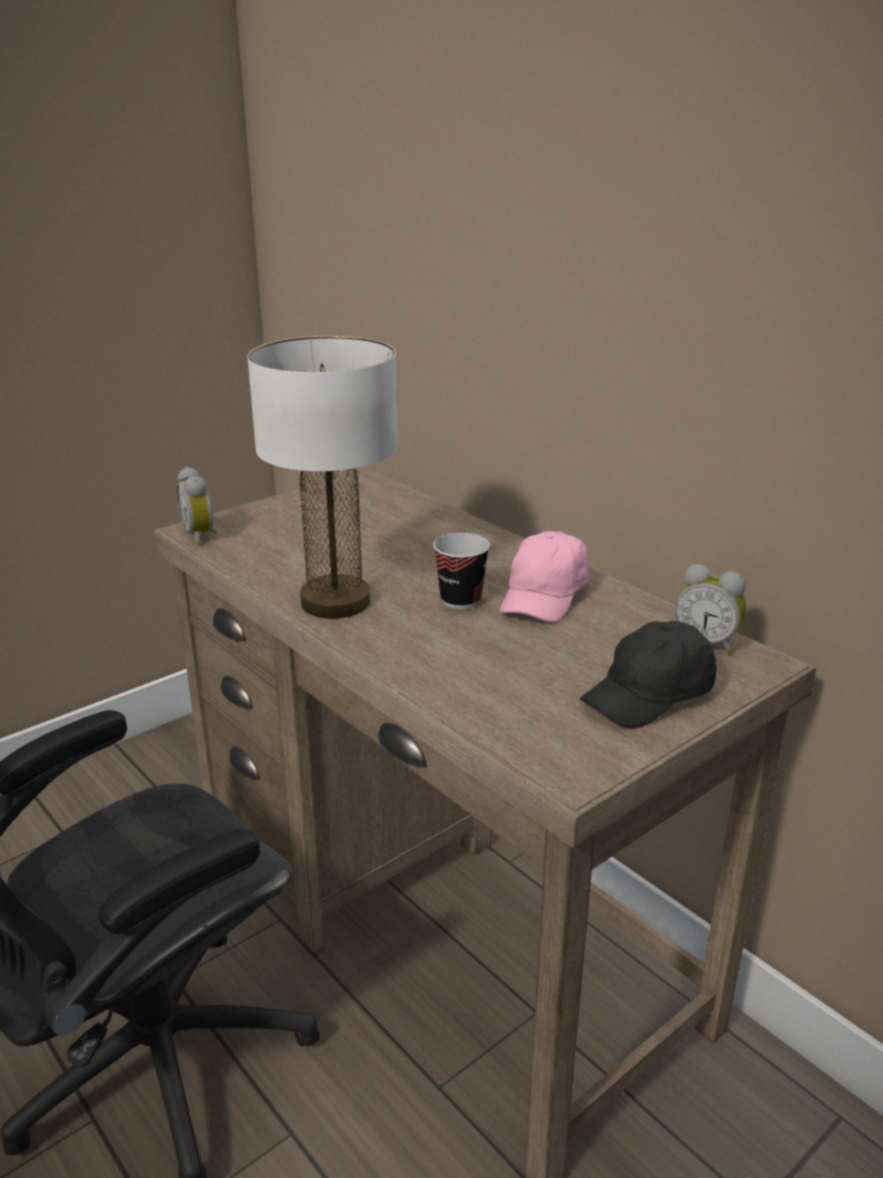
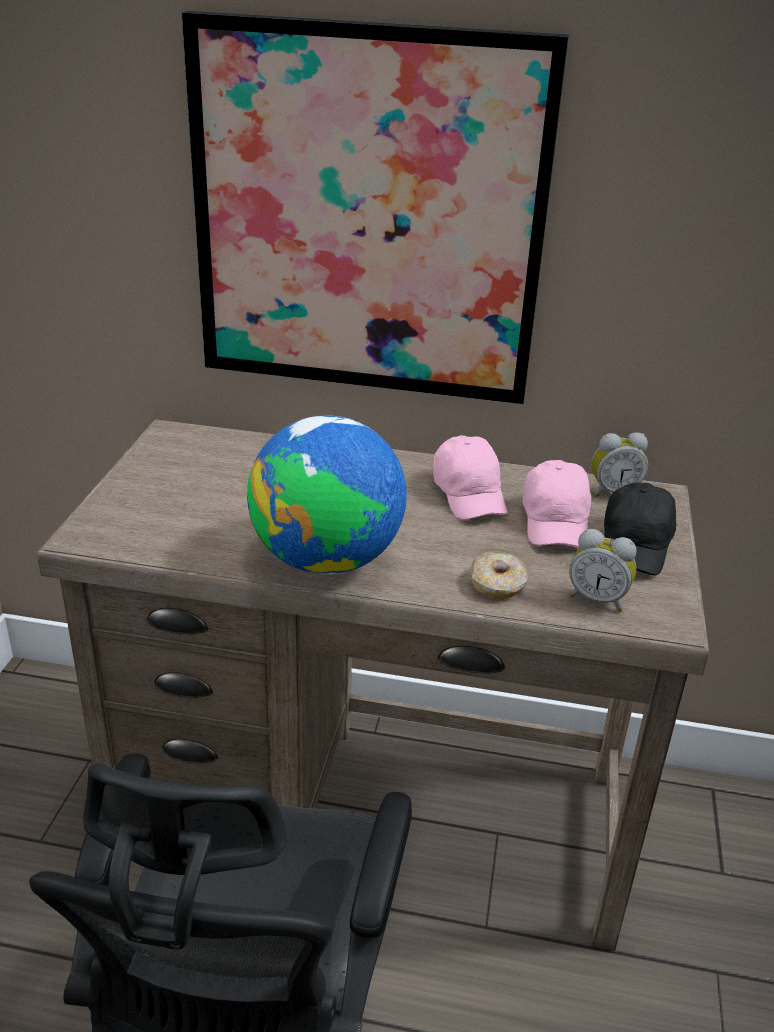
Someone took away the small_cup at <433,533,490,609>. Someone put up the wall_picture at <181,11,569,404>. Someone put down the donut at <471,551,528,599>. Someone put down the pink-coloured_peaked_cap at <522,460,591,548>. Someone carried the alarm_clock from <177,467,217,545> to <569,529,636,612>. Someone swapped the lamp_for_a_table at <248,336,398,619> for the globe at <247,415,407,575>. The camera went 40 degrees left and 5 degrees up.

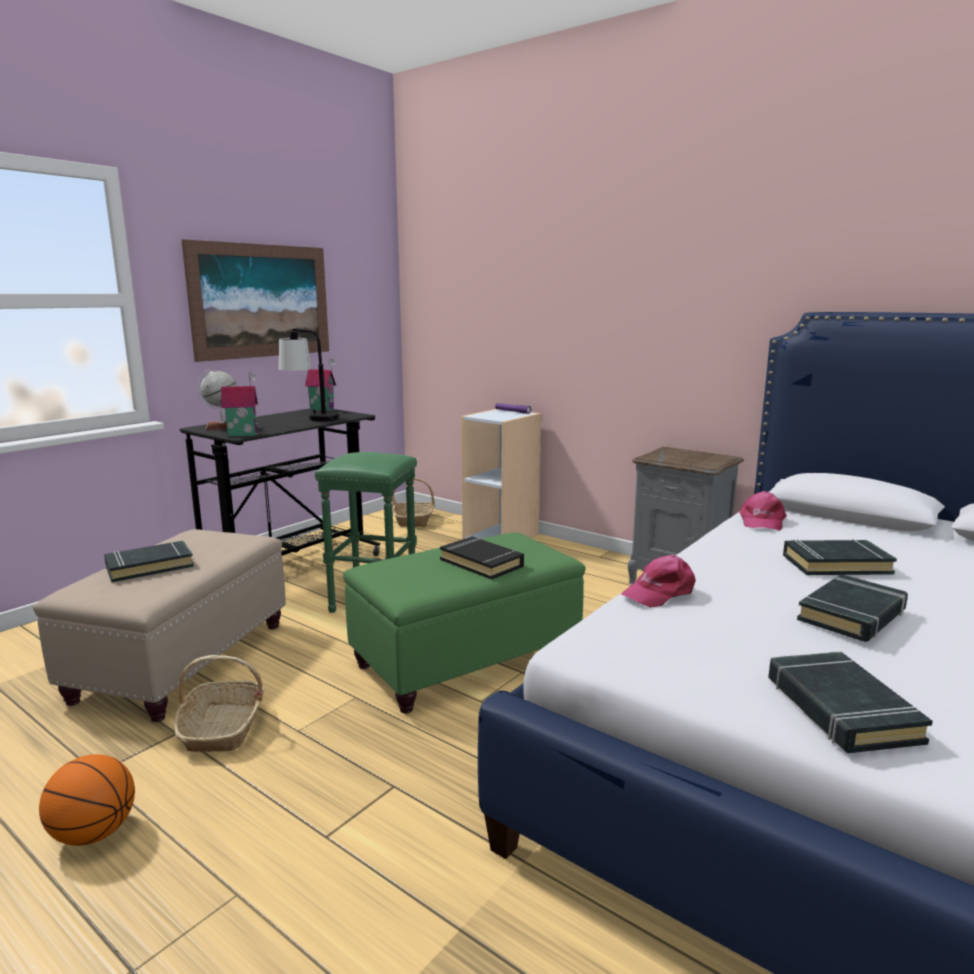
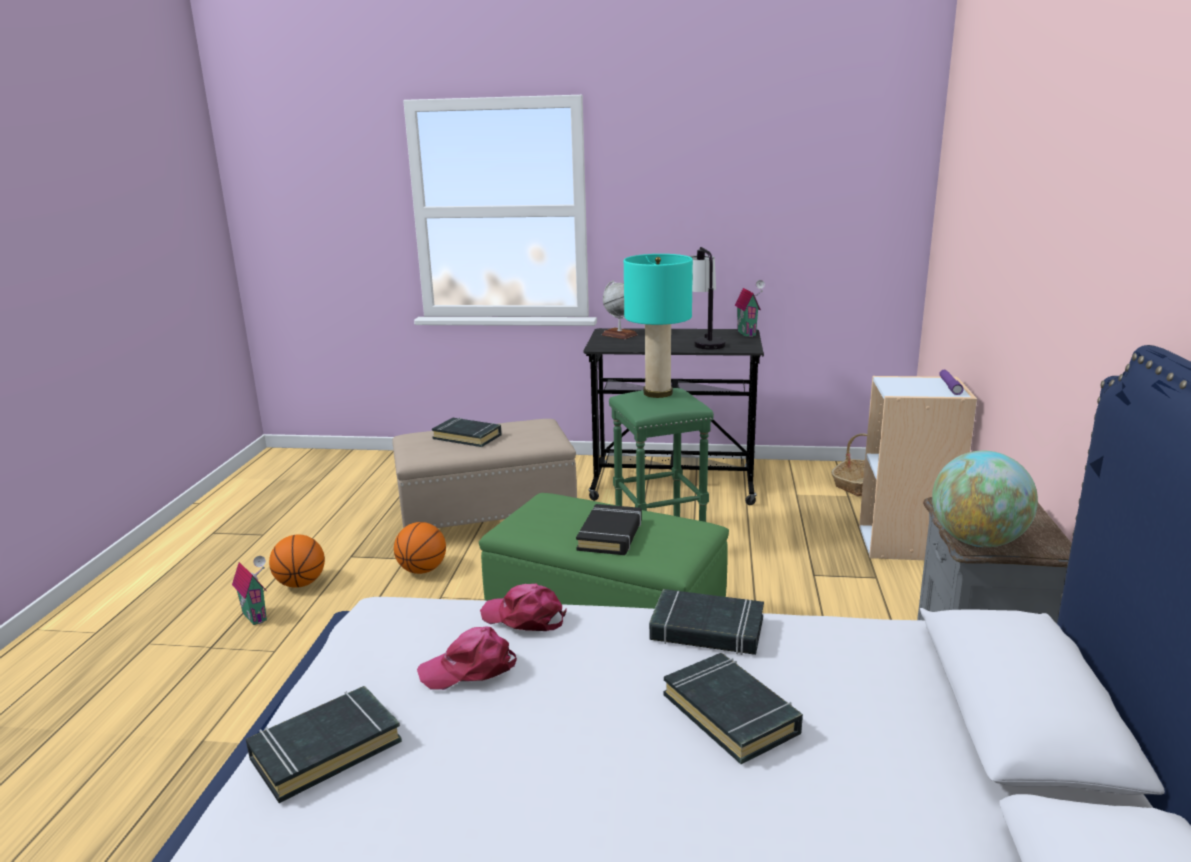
Someone took away the wall_picture at <181,239,329,362>. Someone put down the turquoise_lamp_for_a_table at <624,254,693,398>. Someone put down the globe at <932,451,1038,547>. Someone carried the toy_house from <221,372,258,437> to <232,556,267,625>. Someone carried the pink-coloured_peaked_cap from <739,491,787,531> to <417,626,517,690>. Someone carried the blackish_volume from <797,574,908,642> to <649,589,764,655>. Someone swapped the household_basket at <174,655,264,752> for the ball_for_basketball at <394,522,446,574>. The camera went 60 degrees right and 5 degrees up.

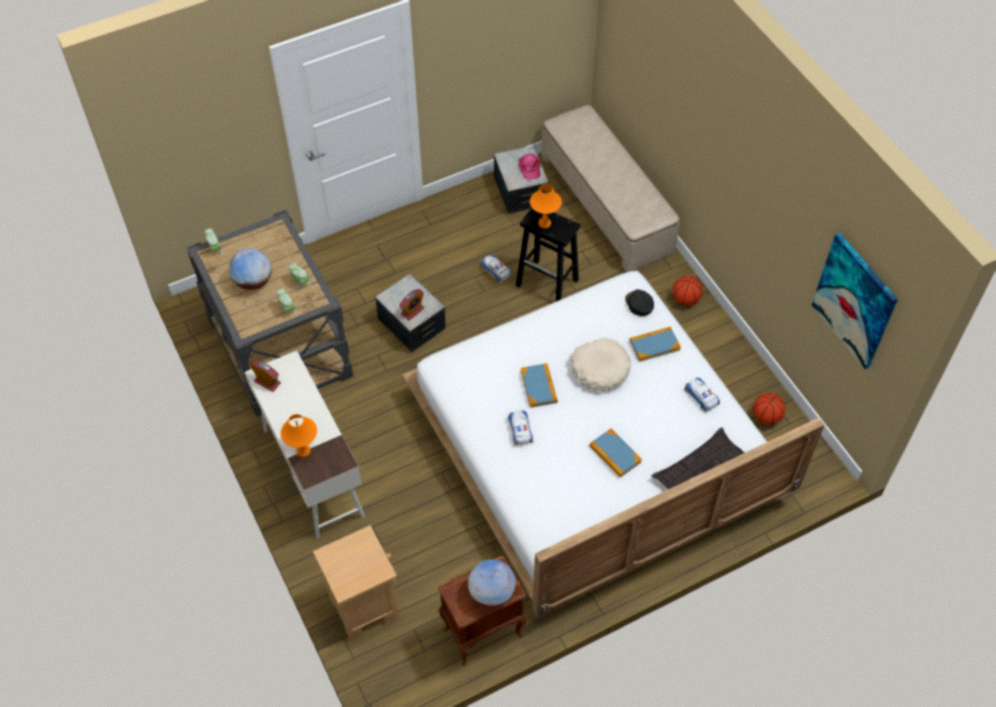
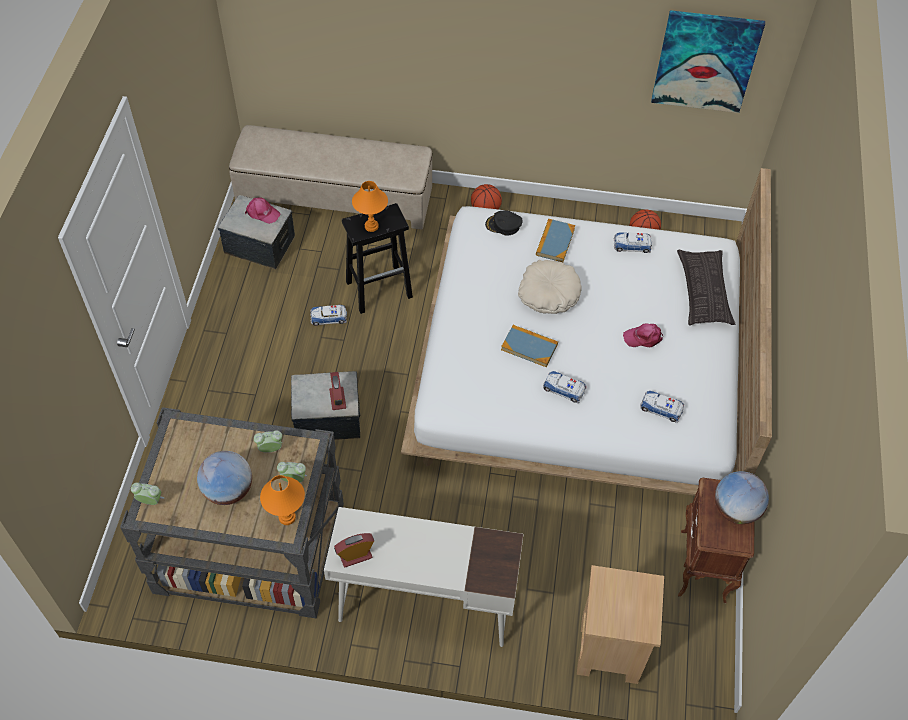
Someone put down the miniature_car at <640,391,684,423>. Someone carried the orangey_lamp_for_a_table from <281,414,317,458> to <260,475,305,525>. Someone swapped the volume at <589,429,642,478> for the pink-coloured_peaked_cap at <623,323,663,347>. The camera went 55 degrees left and 0 degrees up.

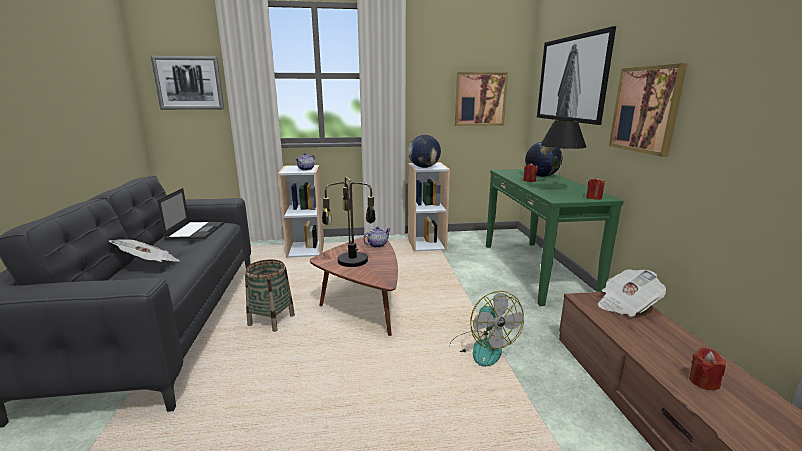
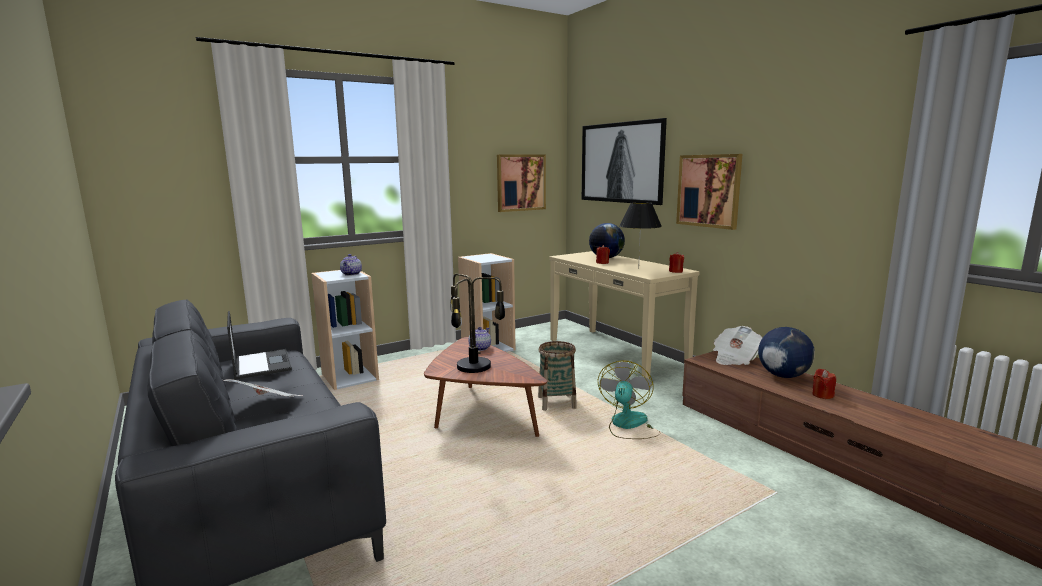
Someone took away the wall_picture at <151,56,224,110>. Someone carried the household_basket from <245,259,295,332> to <538,341,577,411>. Someone carried the globe from <408,135,441,168> to <758,327,815,378>. Someone repainted the green-coloured_console_table at <486,169,624,306>, which became the sand-coloured_console_table at <550,251,699,380>. Someone rotated the electric_fan at <449,291,524,367> by 120 degrees counterclockwise. The camera went 25 degrees left and 5 degrees down.

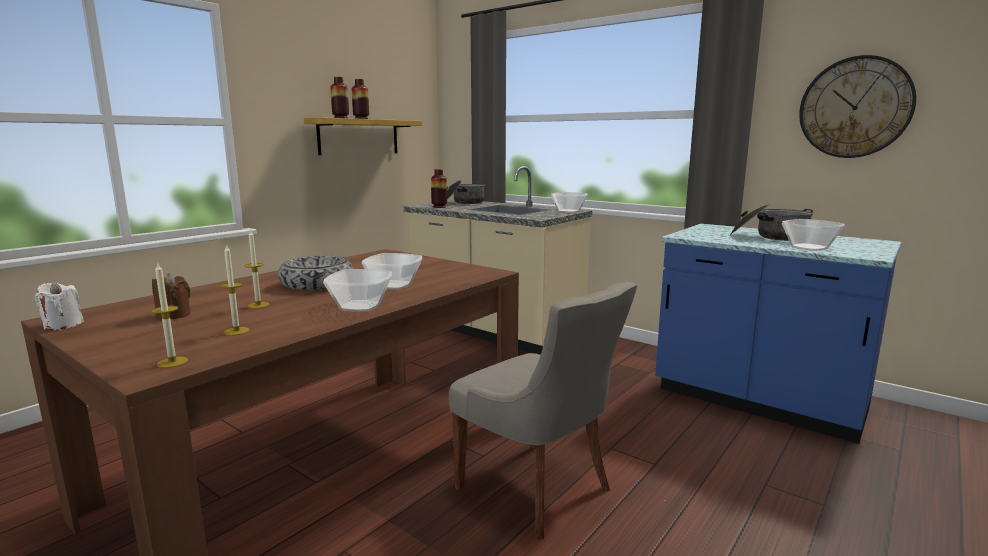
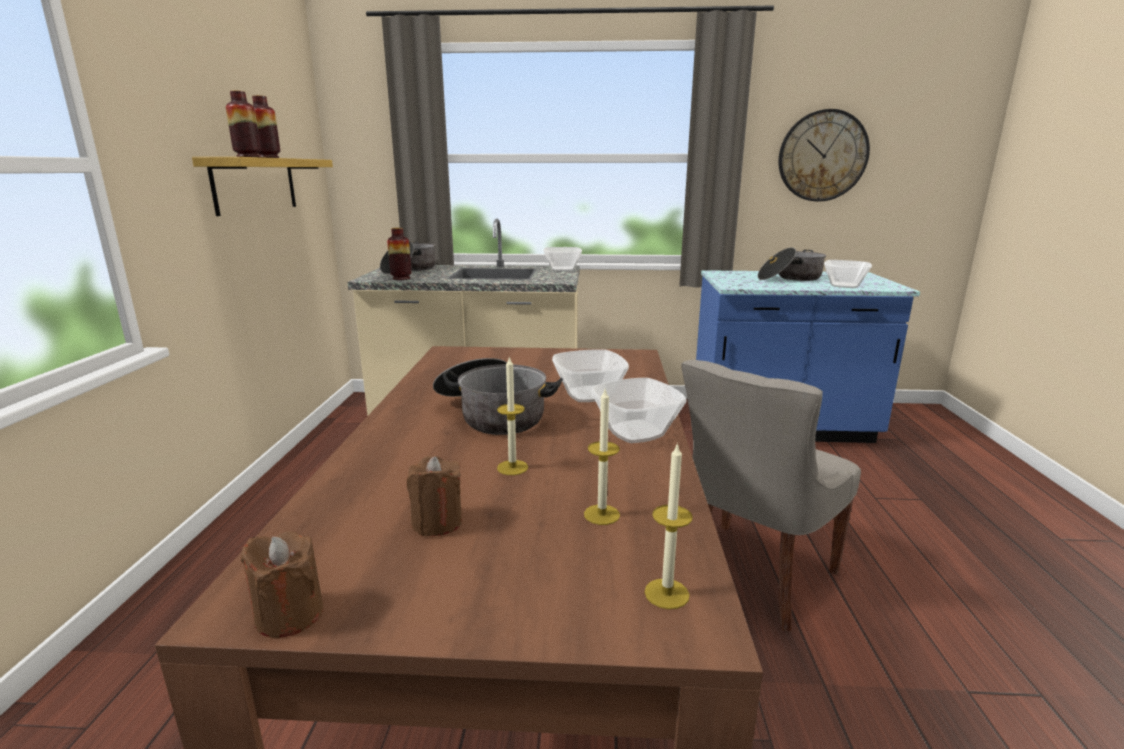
Someone swapped the bowl at <278,255,353,290> for the saucepot at <433,358,563,435>. Someone repainted the whitish_wax_light at <35,281,84,331>, which became the brown-coloured_wax_light at <241,531,323,638>. Someone rotated the greyish_chair at <449,282,637,539> by 120 degrees clockwise. The camera went 35 degrees left and 5 degrees up.

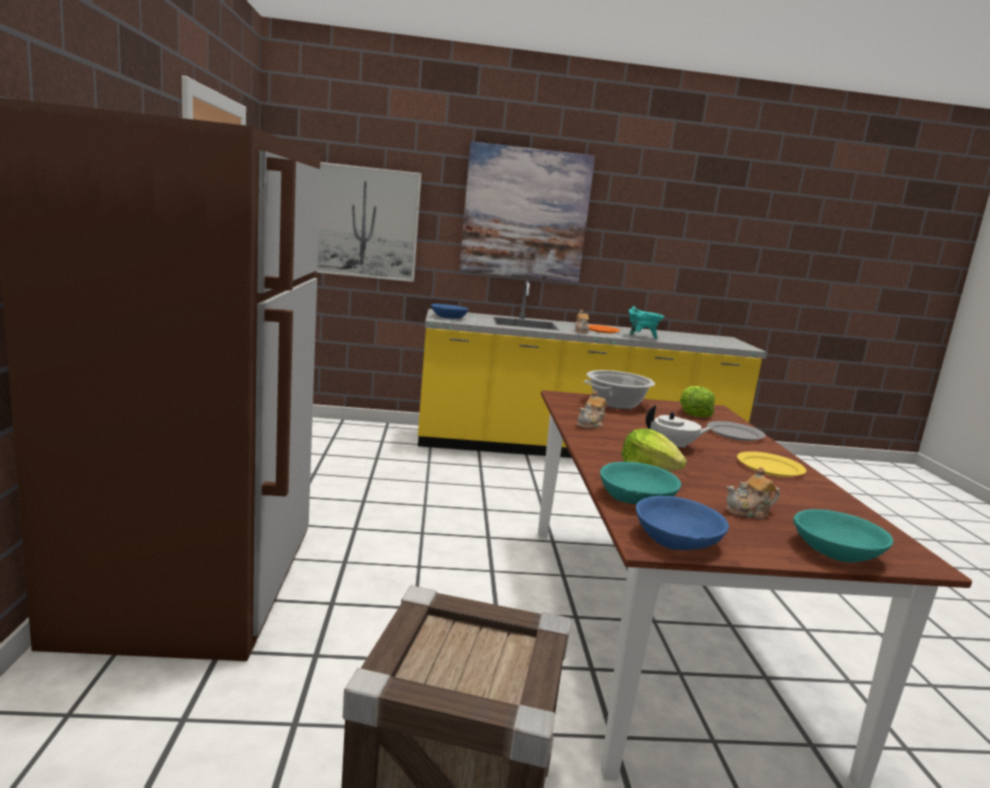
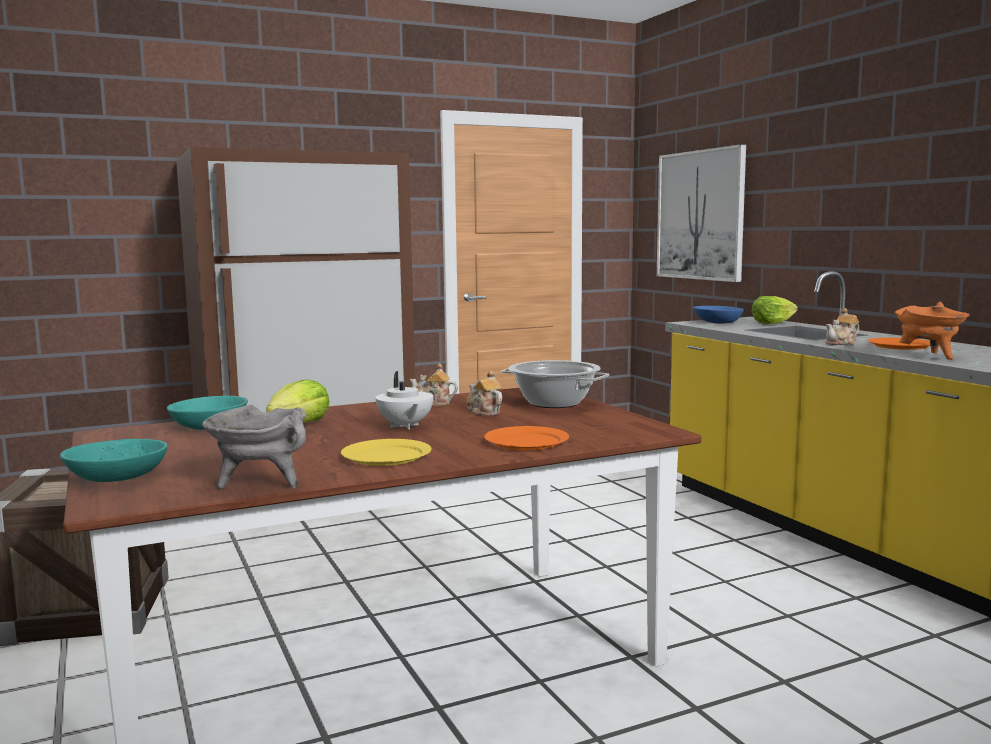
Someone took away the wall_picture at <459,141,595,283>. Someone took away the bluish_bowl at <636,496,729,550>. Someone put down the greyish_saucepot at <202,405,306,489>. Someone carried the lettuce_head from <680,386,715,417> to <752,296,798,324>. Someone carried the tea_pot from <726,467,780,519> to <467,370,502,415>. Someone repainted the turquoise_saucepot at <628,306,665,339>, which became the orangey_saucepot at <894,302,969,360>. Someone repainted the greyish_plate at <707,421,766,441>, which became the orangey_plate at <484,426,569,450>. The camera went 70 degrees right and 5 degrees down.

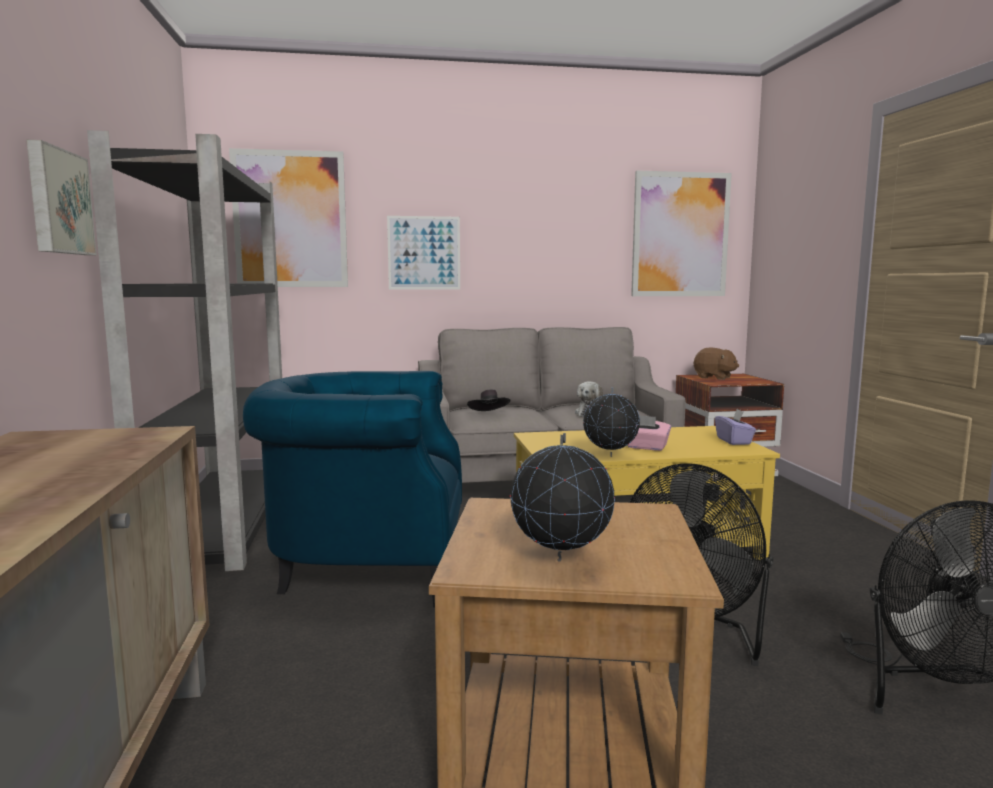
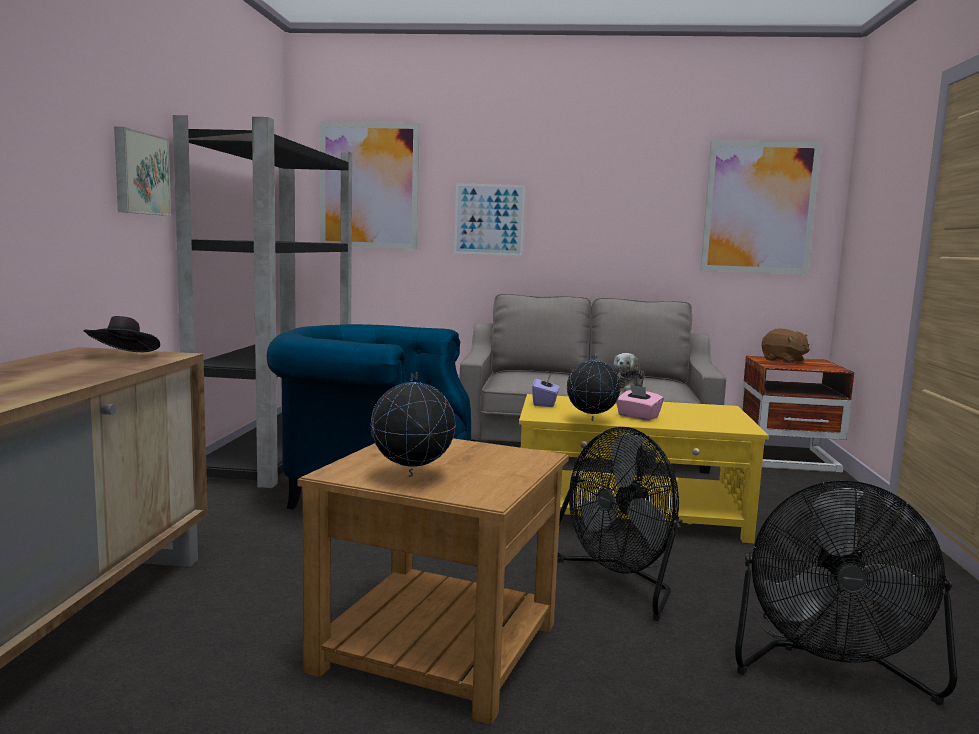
Someone carried the blackish_wearable_hat from <467,390,511,411> to <84,316,160,352>. Someone carried the purple_tissue_box from <715,409,756,445> to <532,374,560,407>. The camera went 15 degrees right and 0 degrees up.

